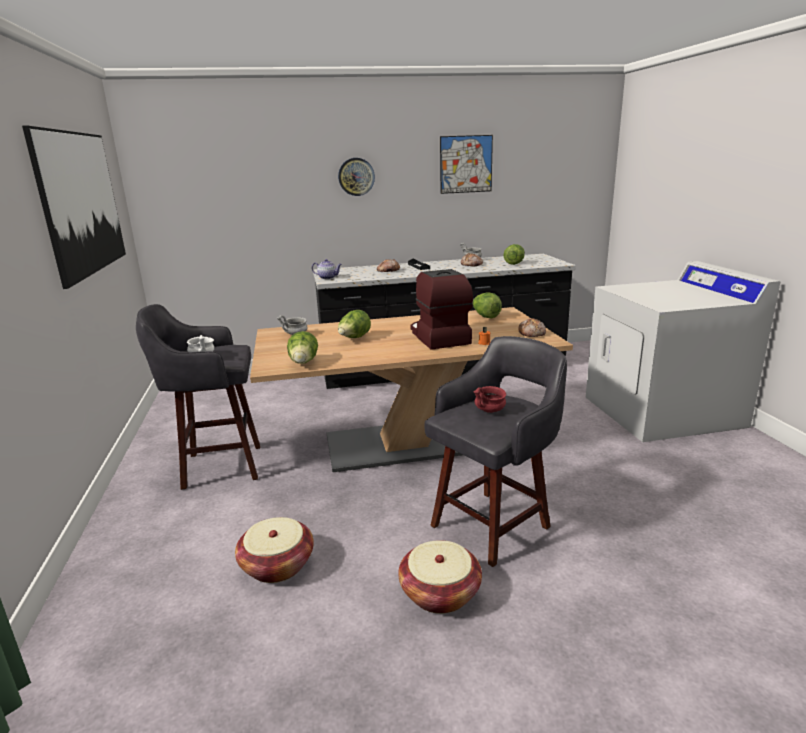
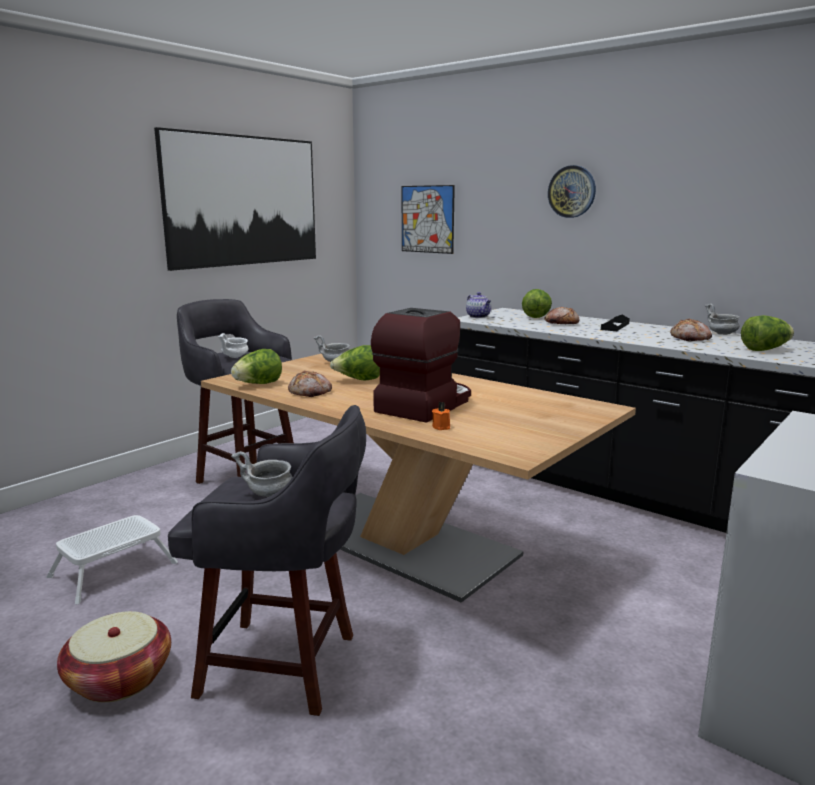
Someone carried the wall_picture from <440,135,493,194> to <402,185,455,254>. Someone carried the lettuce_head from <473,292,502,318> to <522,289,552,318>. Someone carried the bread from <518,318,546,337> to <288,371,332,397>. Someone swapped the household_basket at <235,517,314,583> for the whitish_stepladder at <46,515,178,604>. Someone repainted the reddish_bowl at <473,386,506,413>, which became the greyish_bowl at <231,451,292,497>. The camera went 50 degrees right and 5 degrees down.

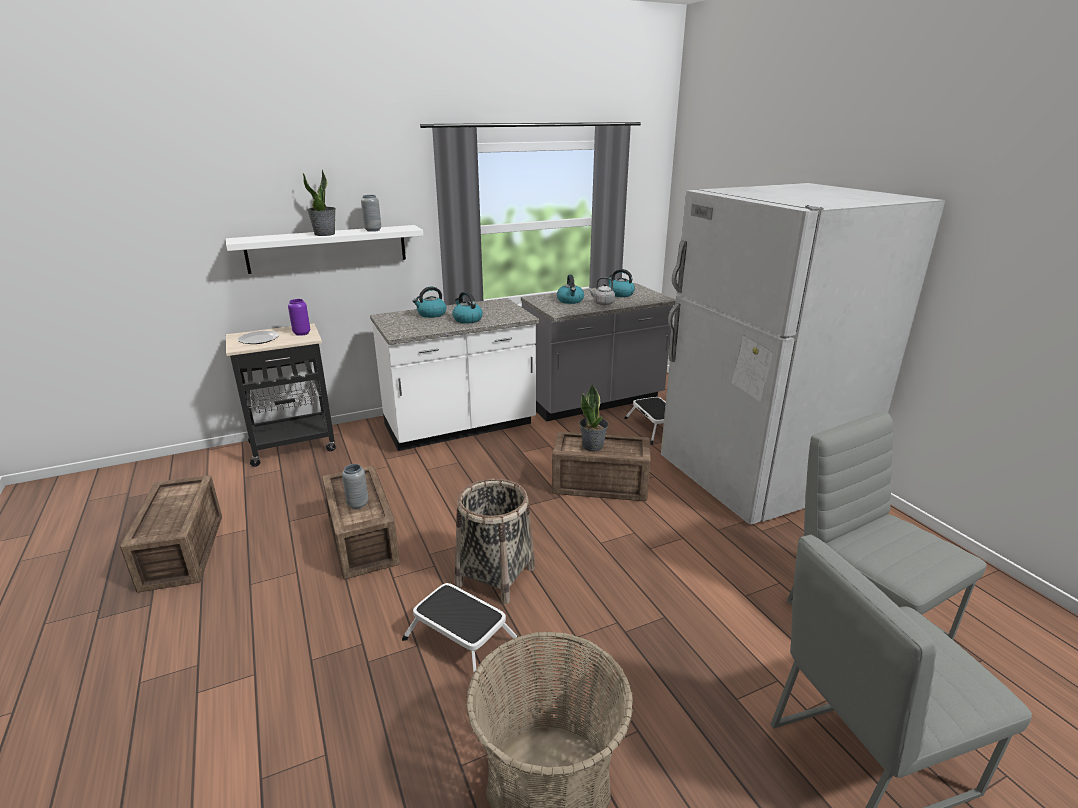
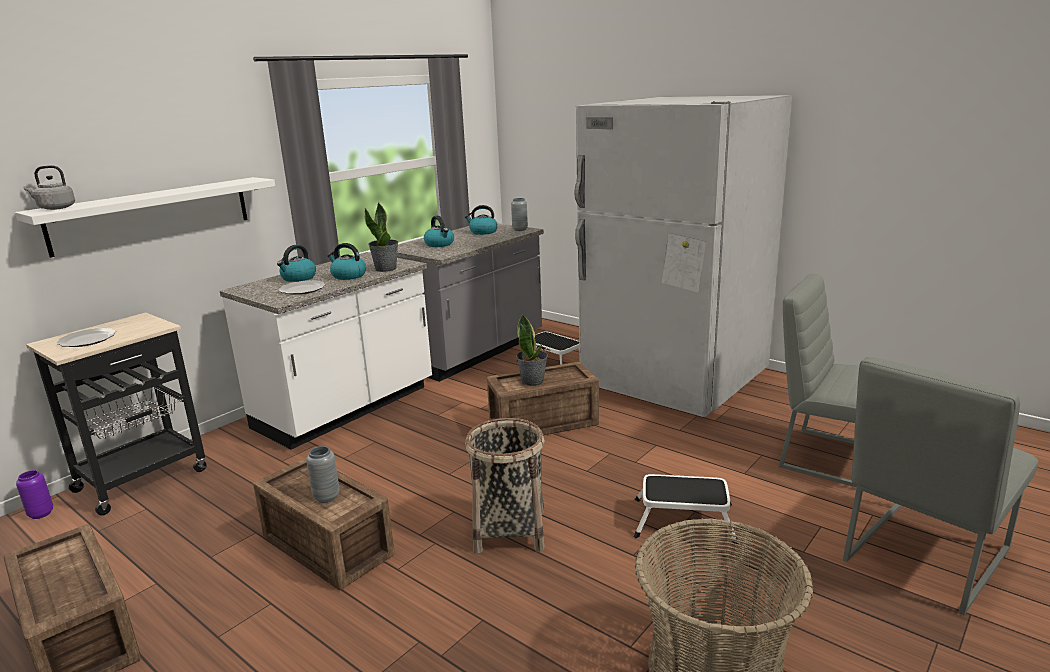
Someone put down the plate at <279,280,326,295>. Someone carried the purple_flower_vase from <288,299,310,336> to <16,470,53,519>. Someone carried the plant_in_a_pot from <303,169,336,236> to <365,202,398,272>. Someone carried the greyish_flower_vase from <361,195,381,232> to <511,198,528,231>. Someone carried the blackish_stepladder from <402,583,518,674> to <633,474,738,544>. Someone carried the greyish_tea_kettle from <588,277,615,305> to <23,165,75,210>. The camera went 25 degrees left and 5 degrees down.

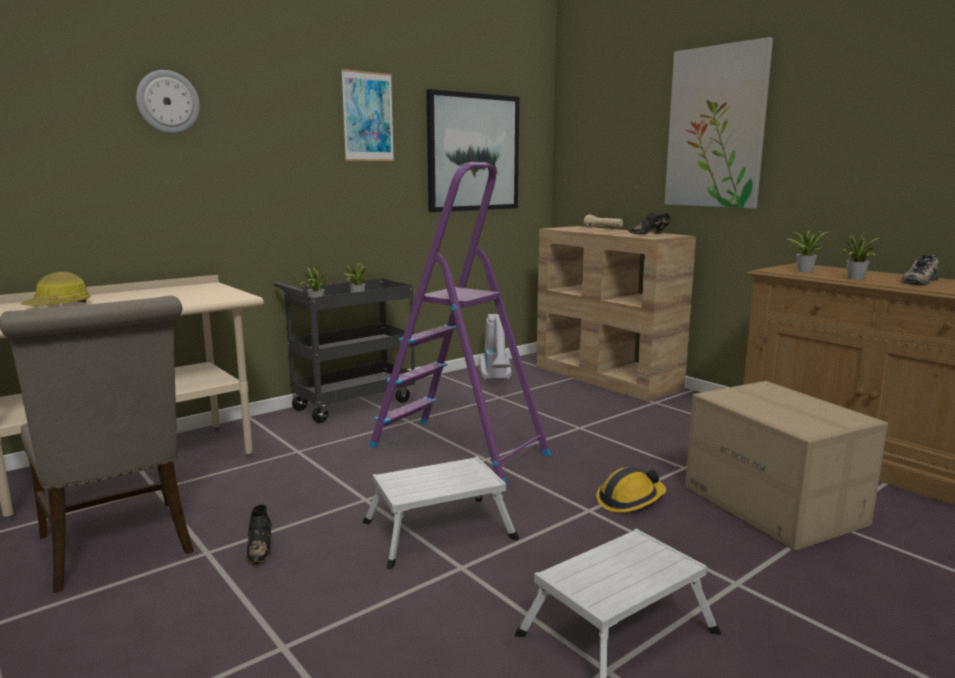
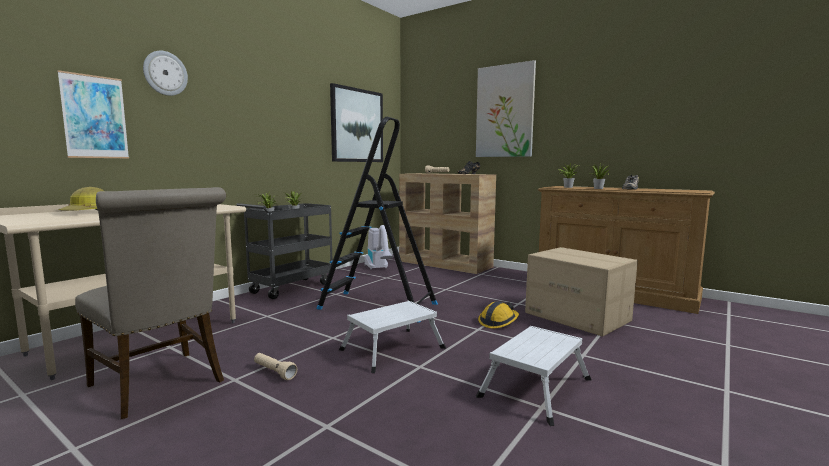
Someone carried the wall_picture from <341,69,394,161> to <57,70,129,158>. Someone swapped the blackish_shoe at <246,504,272,565> for the sand-coloured_torch at <254,353,297,380>. Someone repainted the purple_stepladder at <369,162,551,486>, which became the blackish_stepladder at <316,117,438,323>. The camera went 15 degrees left and 5 degrees down.

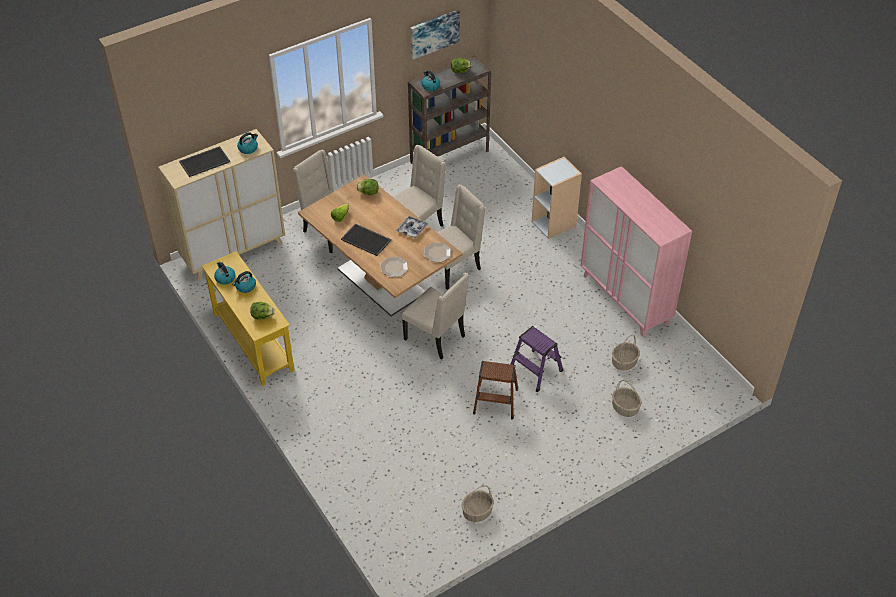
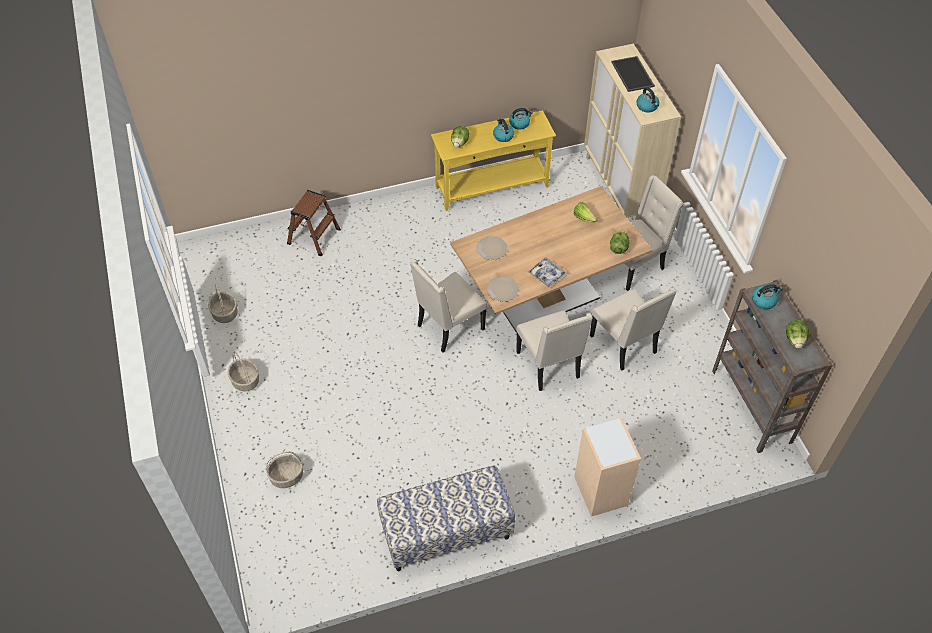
Someone took away the tray at <341,224,391,256>. Someone took away the wall_picture at <411,10,460,60>. Someone took away the purple_stepladder at <511,326,563,392>. Someone carried the brown-coloured_stepladder from <473,361,518,420> to <287,190,341,256>. Someone carried the household_basket from <612,334,640,371> to <228,351,259,391>. Someone swapped the pink-coloured_cabinet at <581,166,692,337> for the long_seat at <377,465,515,571>. The camera went 105 degrees right and 5 degrees up.

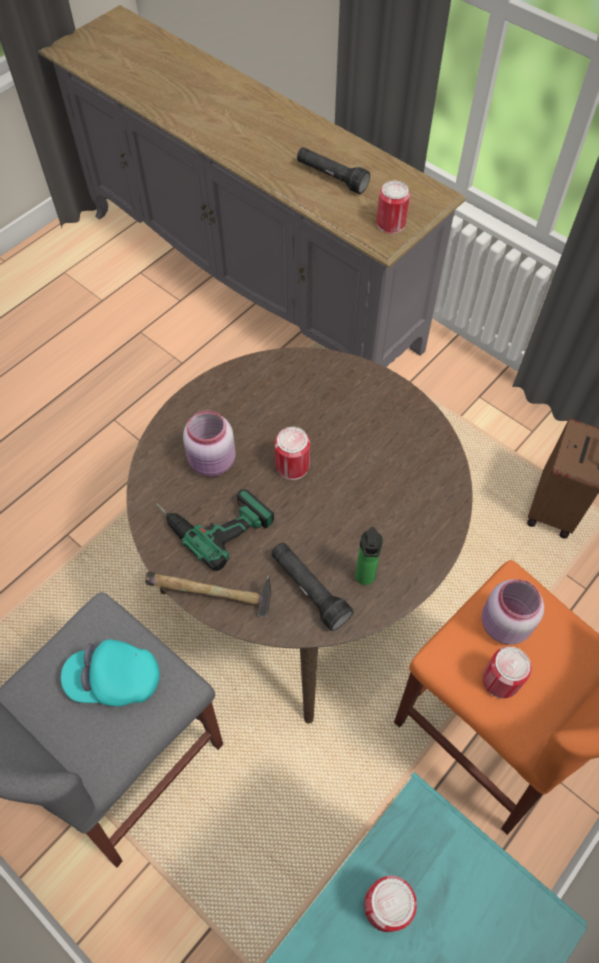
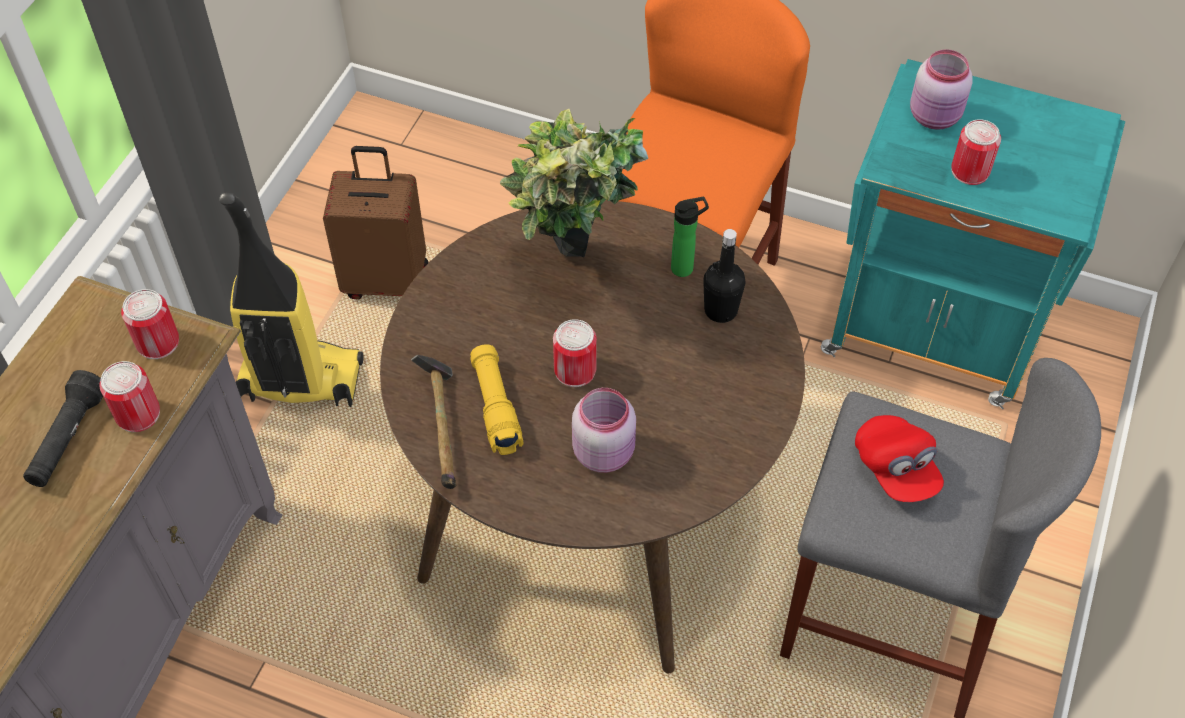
Someone took away the power_drill at <156,489,274,571>. Someone put down the vacuum at <219,192,364,407>. Someone put down the yellow_torch at <470,344,524,455>. Someone put down the plant_in_a_pot at <500,109,648,257>. Someone carried the hammer from <145,572,271,618> to <411,355,456,489>. Someone carried the pink-coloured_storage_jar from <482,579,544,645> to <910,49,973,130>. Someone carried the sealed_can from <482,646,532,699> to <100,361,160,432>. Someone swapped the blackish_torch at <271,543,354,631> for the blackish_beverage_bottle at <703,229,745,323>. Someone repainted the turquoise_peaked_cap at <61,639,160,706>, which became the reddish_peaked_cap at <855,415,944,502>. The camera went 110 degrees left and 5 degrees down.

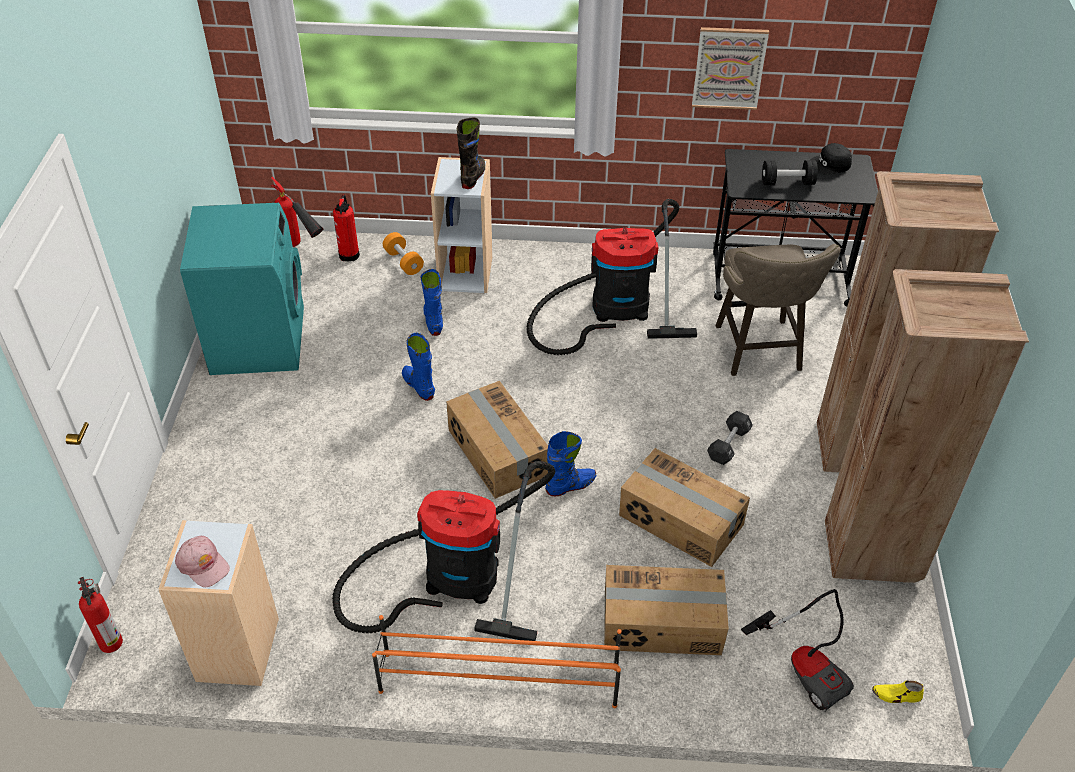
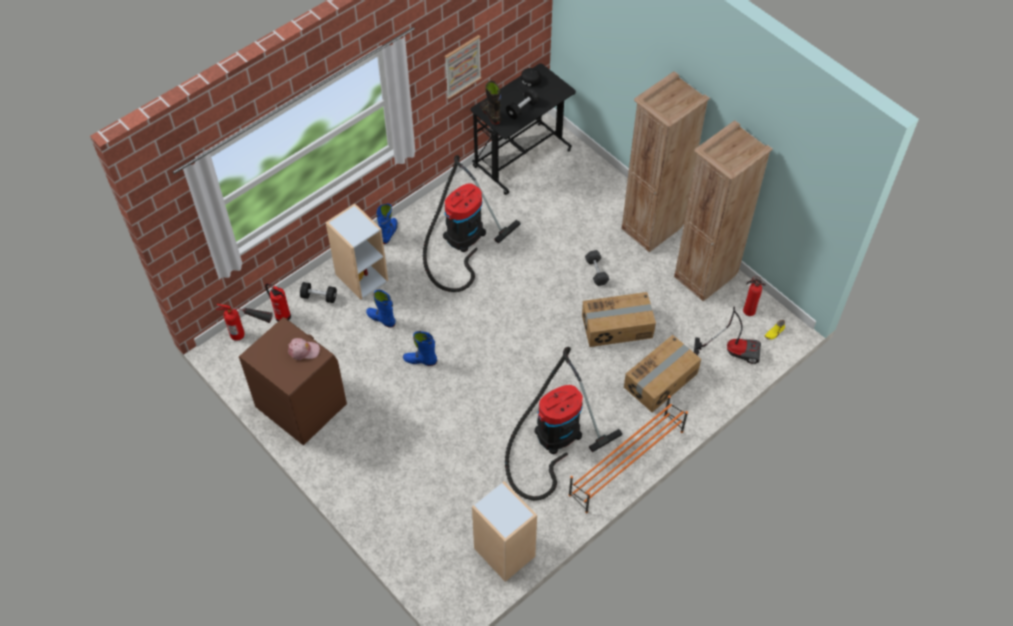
Someone took away the carton at <446,381,548,499>. Someone took away the sand-coloured_stool_seat at <716,244,841,376>. Someone carried the extinguisher from <78,577,123,653> to <743,276,766,316>. Someone carried the pink-coloured_peaked_cap from <175,536,230,587> to <288,338,320,360>. Someone carried the blackish_tall_boot from <457,118,485,189> to <480,80,501,125>. Someone carried the bluish_tall_boot from <545,431,596,496> to <376,204,398,244>. Someone repainted the turquoise_laundry_machine at <180,203,304,375>, which became the brown-coloured_laundry_machine at <239,317,347,446>. Someone repainted the orangey_free_weight at <383,232,424,275>, which became the blackish_free_weight at <300,282,337,303>. The camera went 45 degrees left and 10 degrees up.

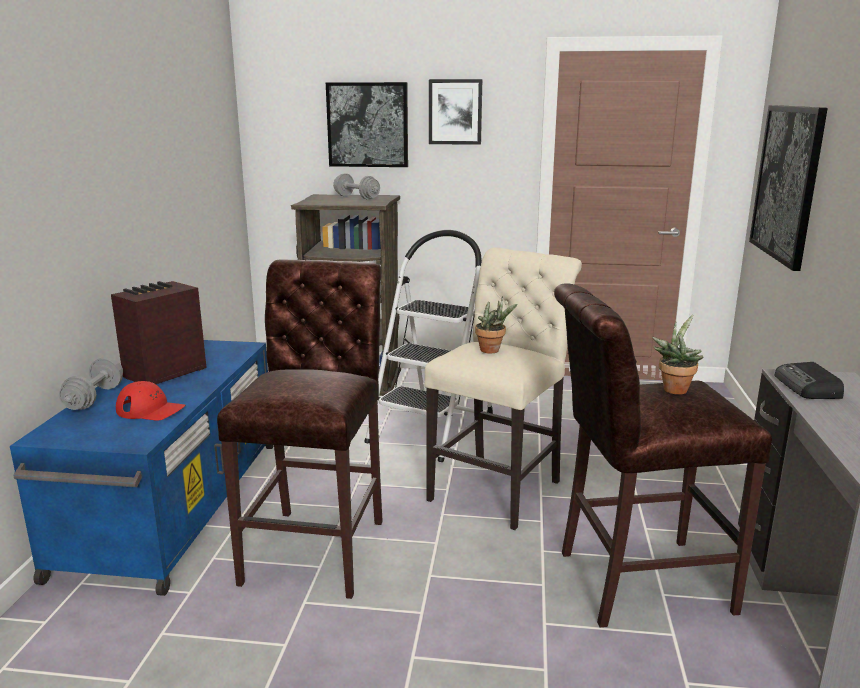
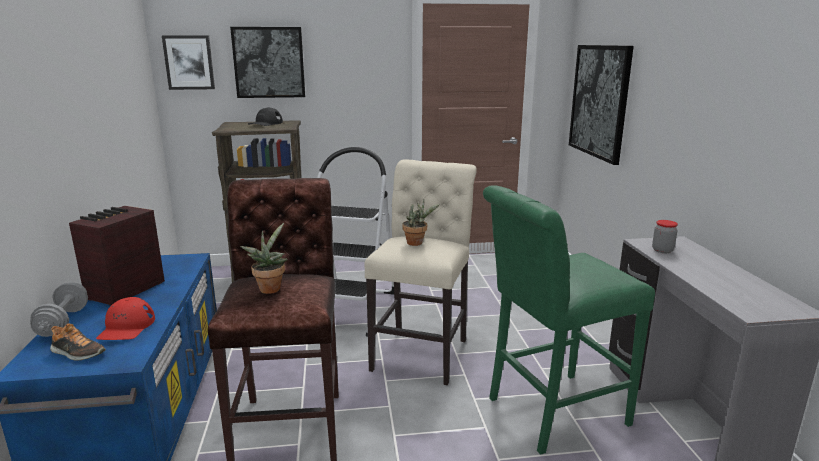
Someone put down the shoe at <50,323,106,361>. Someone carried the wall_picture from <429,79,482,145> to <162,35,215,90>. Someone carried the plant_in_a_pot from <652,315,703,395> to <240,223,288,294>. Someone swapped the greyish_free_weight at <333,173,380,200> for the blackish_peaked_cap at <248,107,283,126>. Someone swapped the radio at <774,362,844,399> for the storage_jar at <652,220,678,253>. Someone repainted the brown-coloured_stool_seat at <554,283,772,627>, which became the green-coloured_stool_seat at <483,185,655,455>. Someone rotated the reddish_peaked_cap at <116,381,185,421> by 90 degrees clockwise. The camera went 15 degrees left and 0 degrees up.

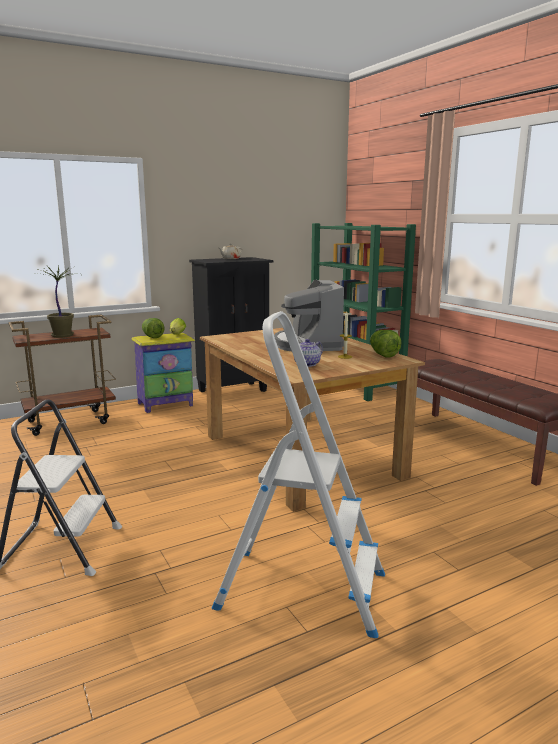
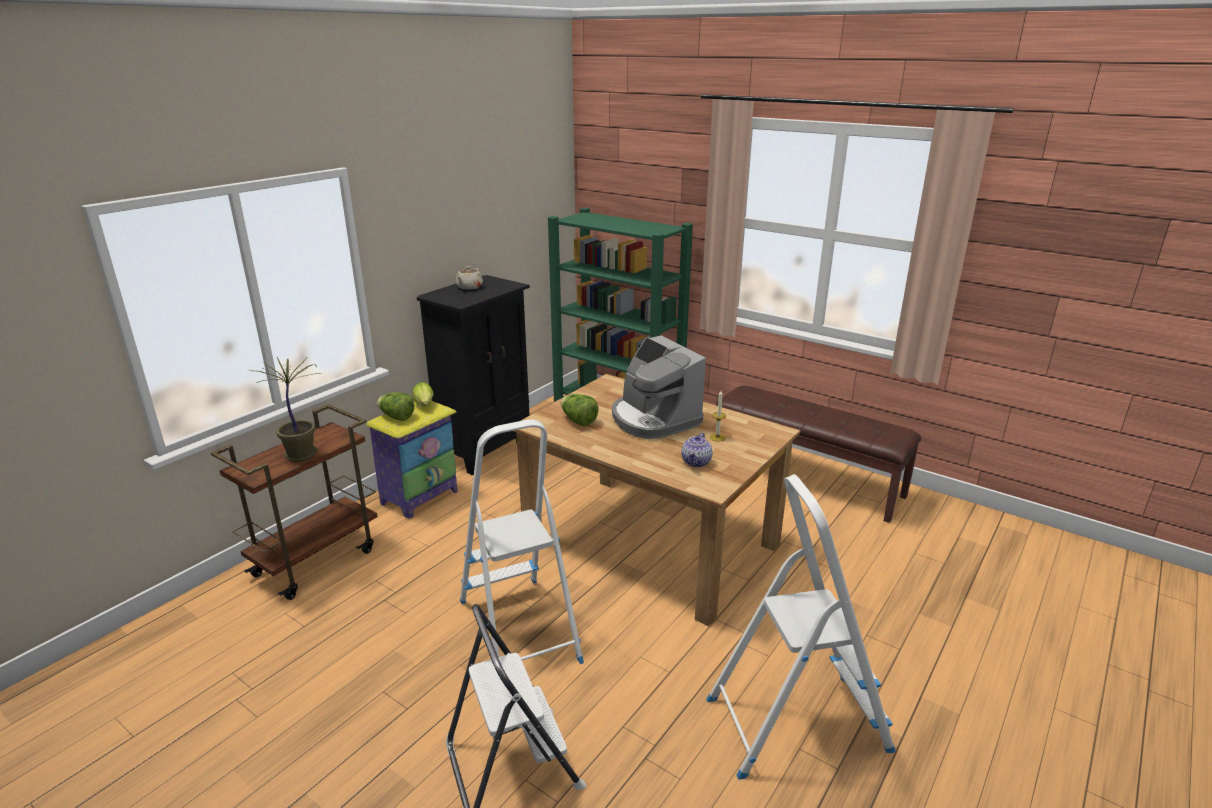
Someone put down the whitish_stepladder at <460,419,584,664>. Someone carried the lettuce_head from <370,330,402,358> to <561,394,599,426>. The camera went 25 degrees left and 10 degrees up.

